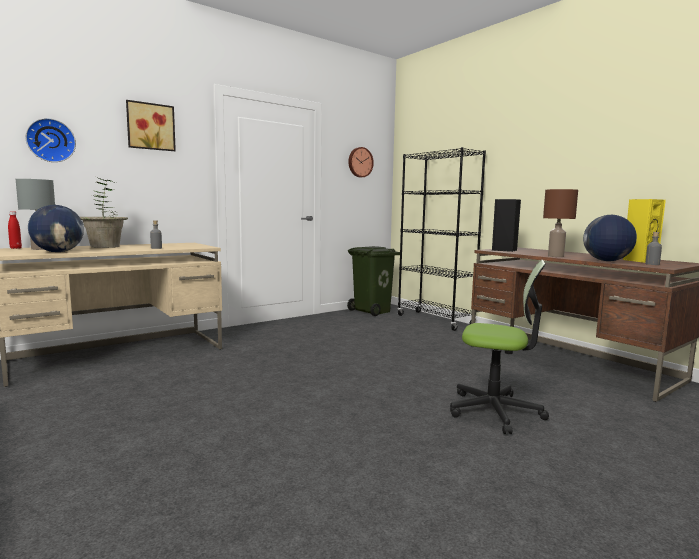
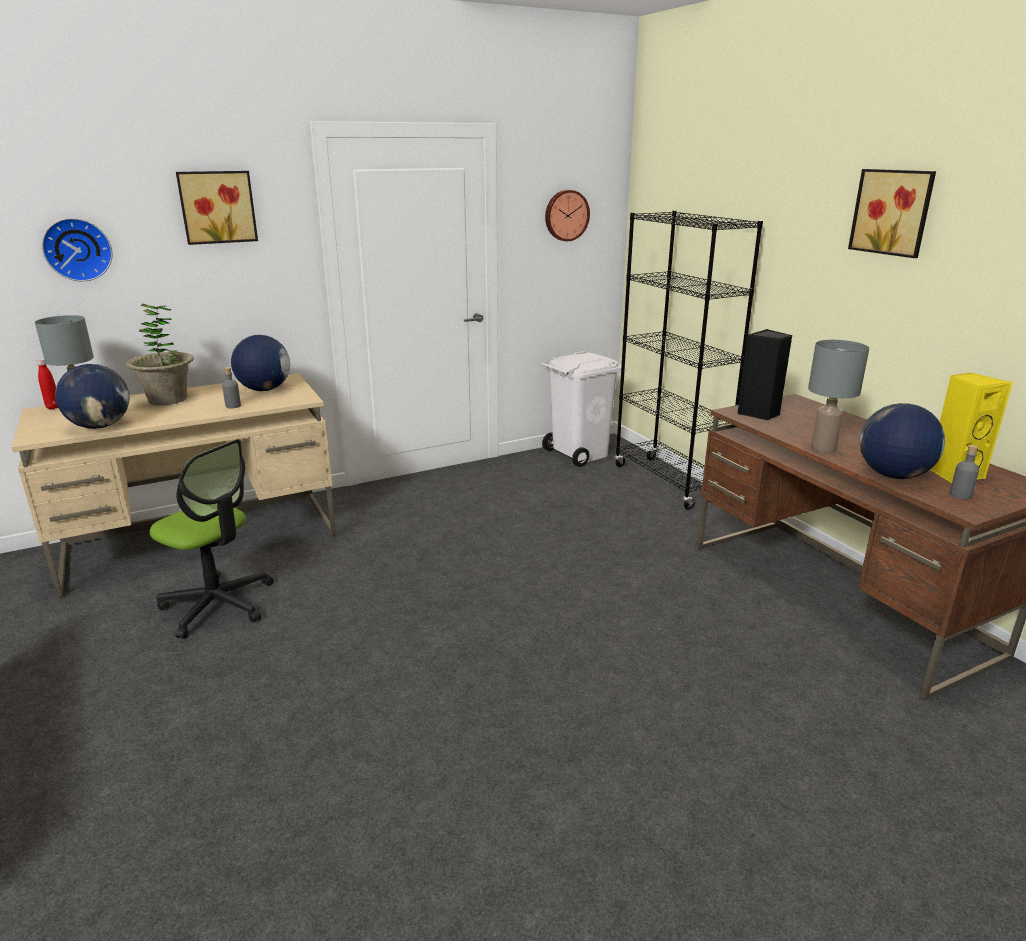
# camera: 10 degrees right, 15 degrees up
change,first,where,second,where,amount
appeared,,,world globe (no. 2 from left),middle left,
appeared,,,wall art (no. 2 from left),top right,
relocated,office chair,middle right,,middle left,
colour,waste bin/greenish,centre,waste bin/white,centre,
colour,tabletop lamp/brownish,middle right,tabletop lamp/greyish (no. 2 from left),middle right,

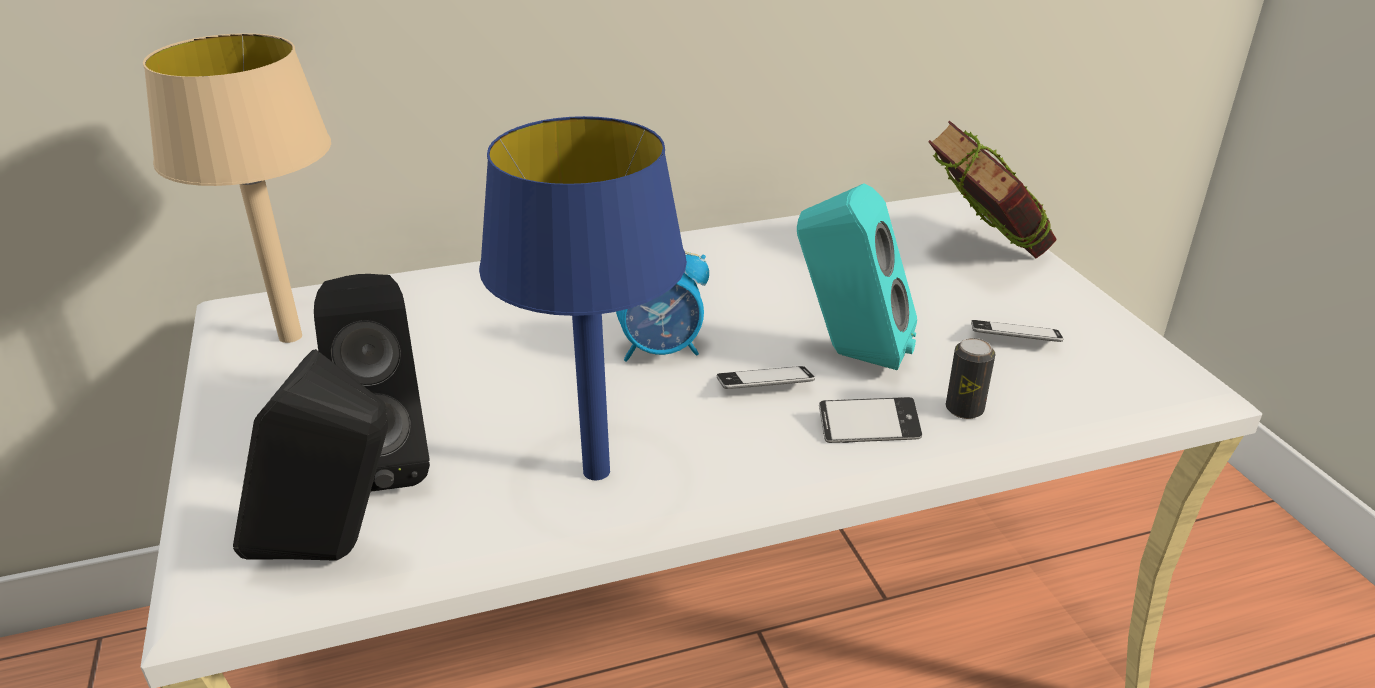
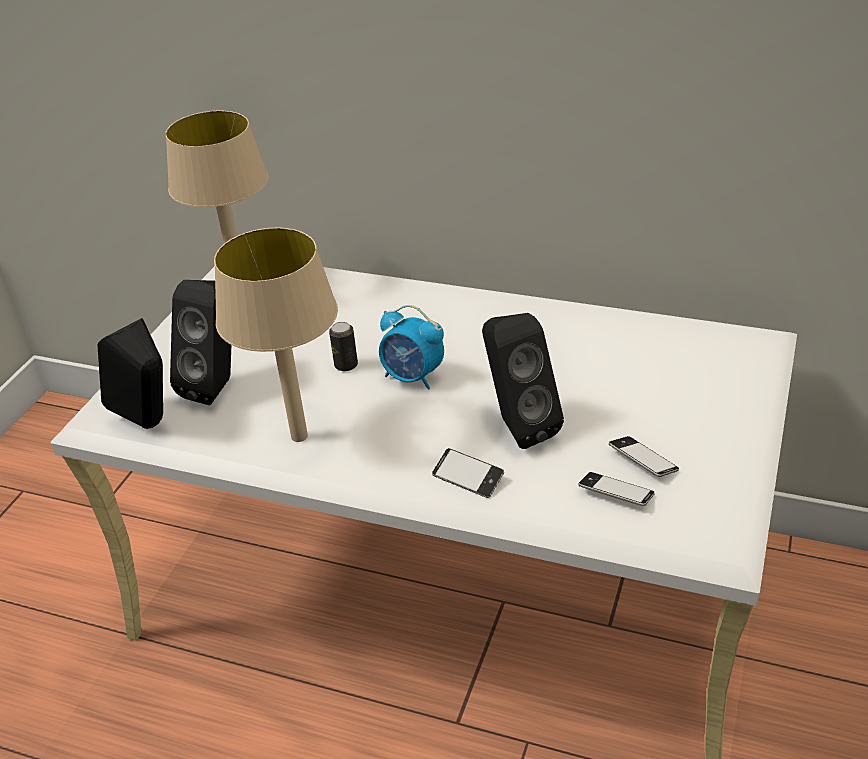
# camera: 40 degrees right, 5 degrees up
change,first,where,second,where,amount
missing,bound book,top right,,,
relocated,phone (no. 1 from left in the first image),centre,phone (no. 2 from left),middle right,
relocated,metal can,middle right,,centre,
colour,tabletop lamp/blue-coloured,centre,tabletop lamp/beige (no. 2 from left),middle left,
colour,loudspeaker/blue-green,centre,loudspeaker/black (no. 3 from left),centre,

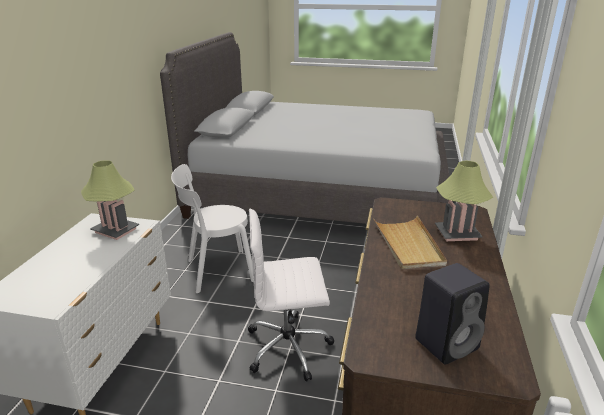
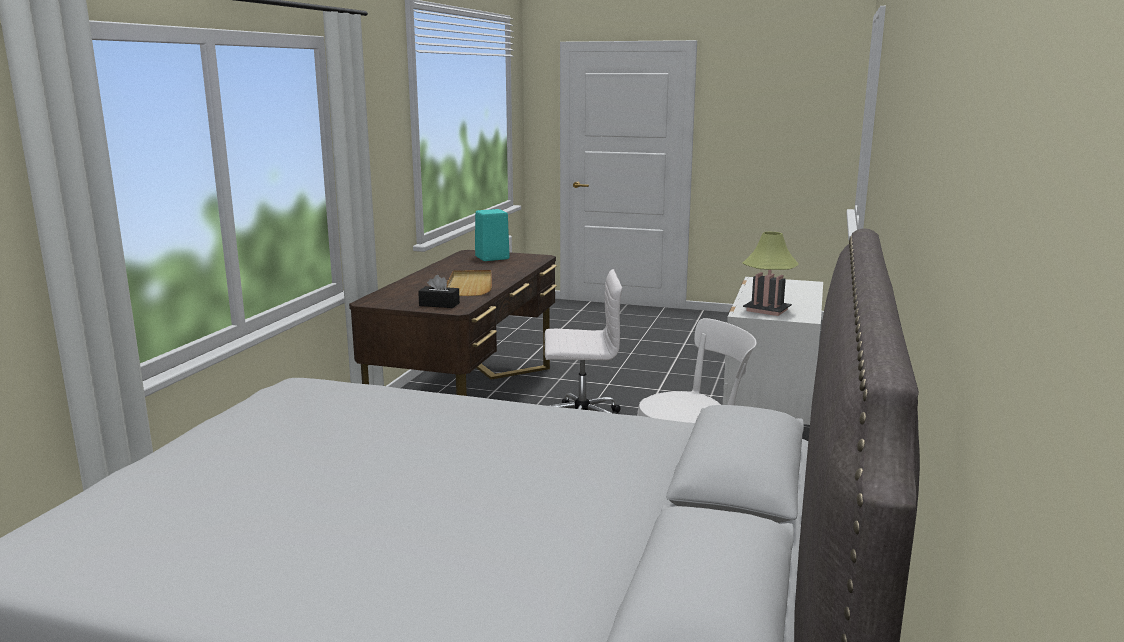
# camera: 175 degrees left, 10 degrees down
change,first,where,second,where,amount
missing,tabletop lamp (no. 2 from left),middle right,,,
appeared,,,tissue box/black,centre,
colour,loudspeaker/black,bottom right,loudspeaker/blue-green,centre,

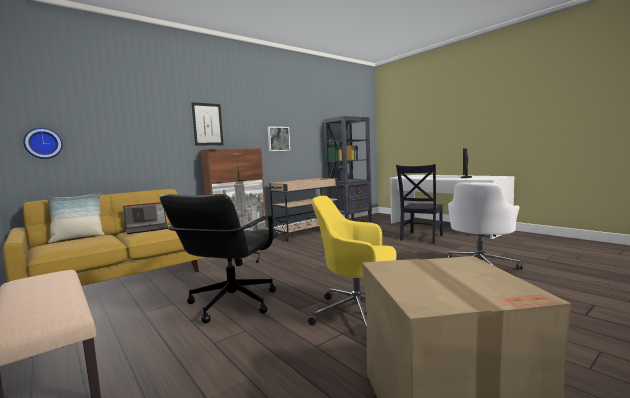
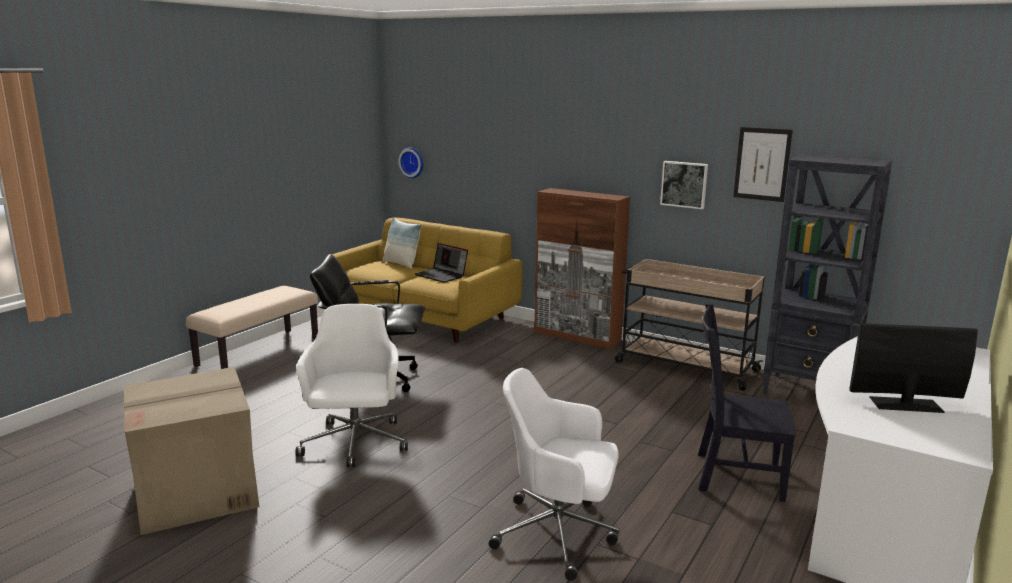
# camera: 70 degrees right, 10 degrees up
change,first,where,second,where,amount
relocated,wall art (no. 1 from left in the first image),top left,wall art (no. 2 from left),top right,
colour,office chair/yellow,centre,office chair/white (no. 1 from left),centre,

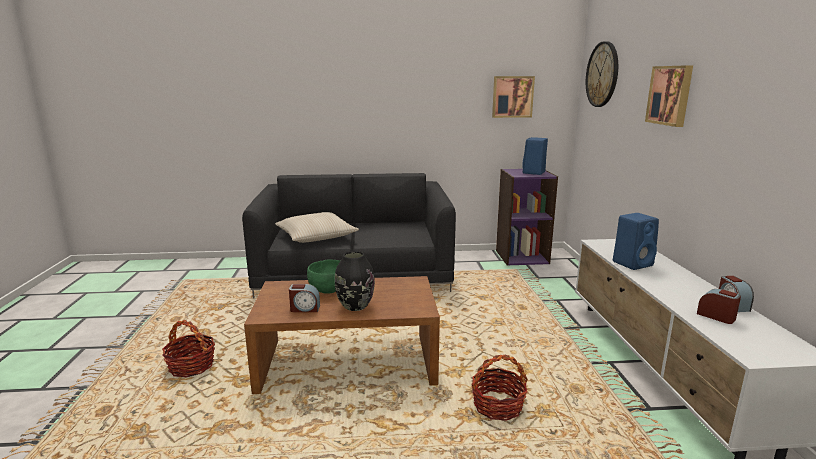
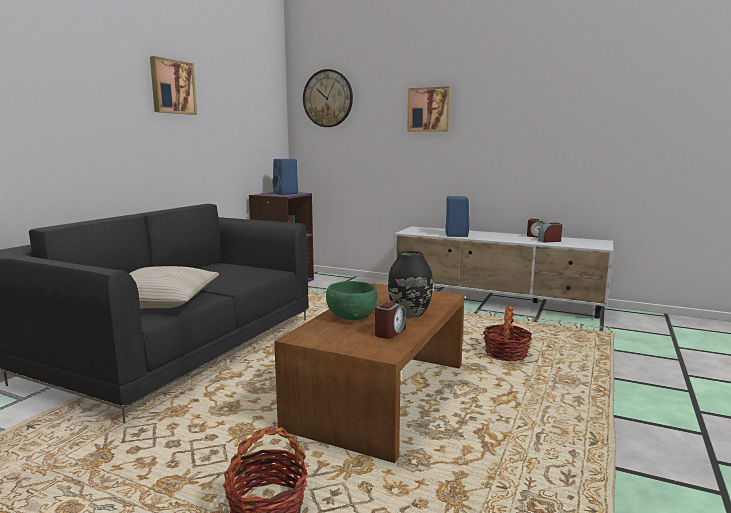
# camera: 60 degrees left, 5 degrees down
change,first,where,second,where,amount
relocated,wall art (no. 1 from left),top centre,,top left,

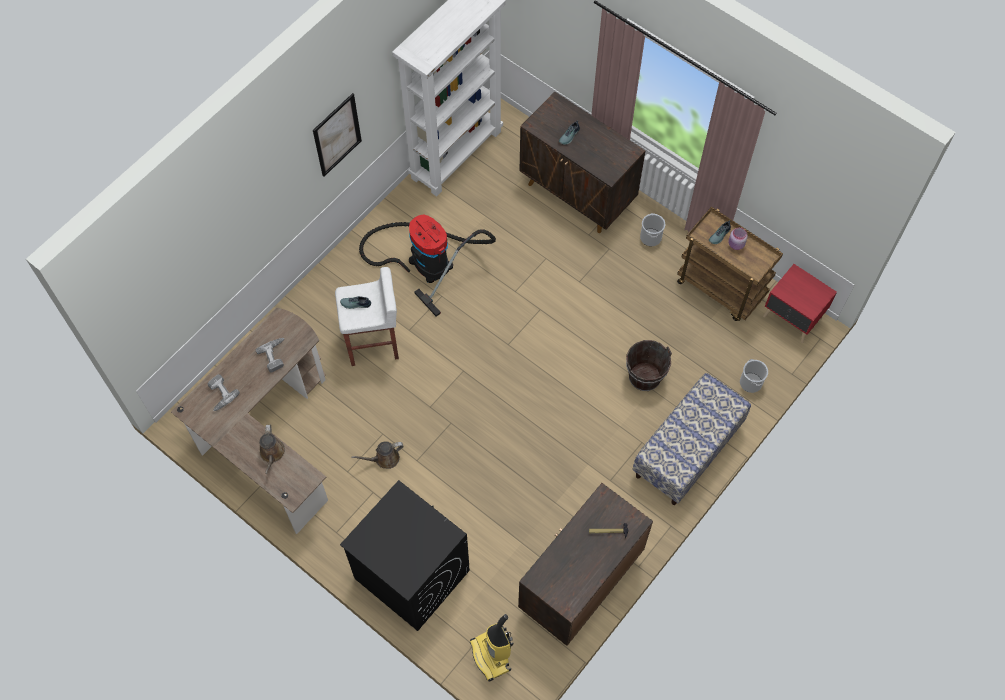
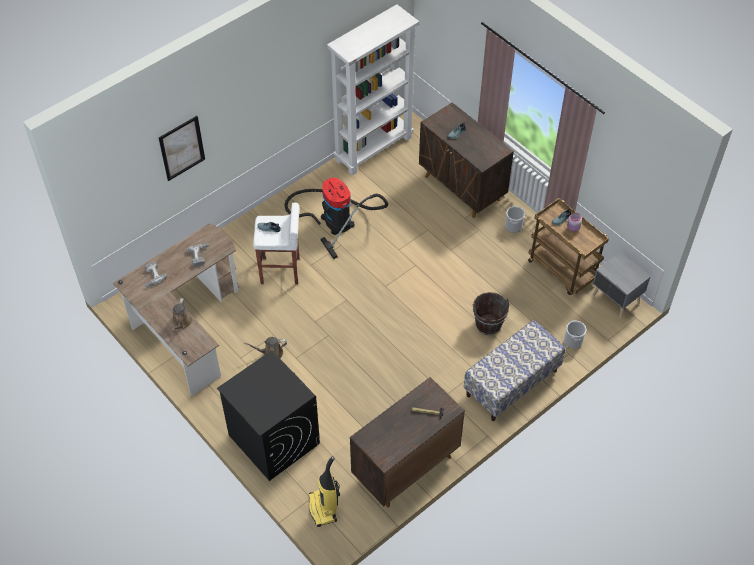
# camera: 10 degrees right, 10 degrees down
change,first,where,second,where,amount
relocated,wall art,top centre,,top left,
colour,night table/reddish,middle right,night table/greyish,middle right,

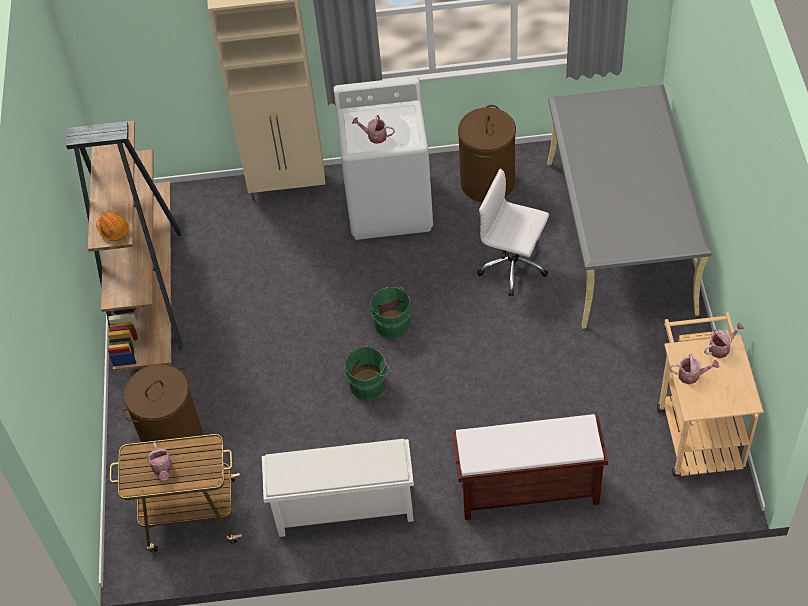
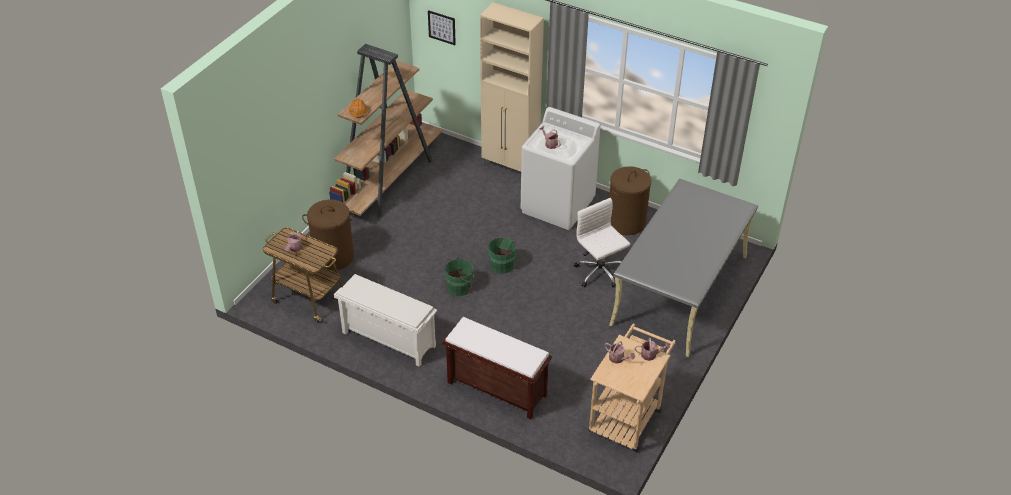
# camera: 30 degrees right, 10 degrees down
change,first,where,second,where,amount
appeared,,,wall art,top centre,

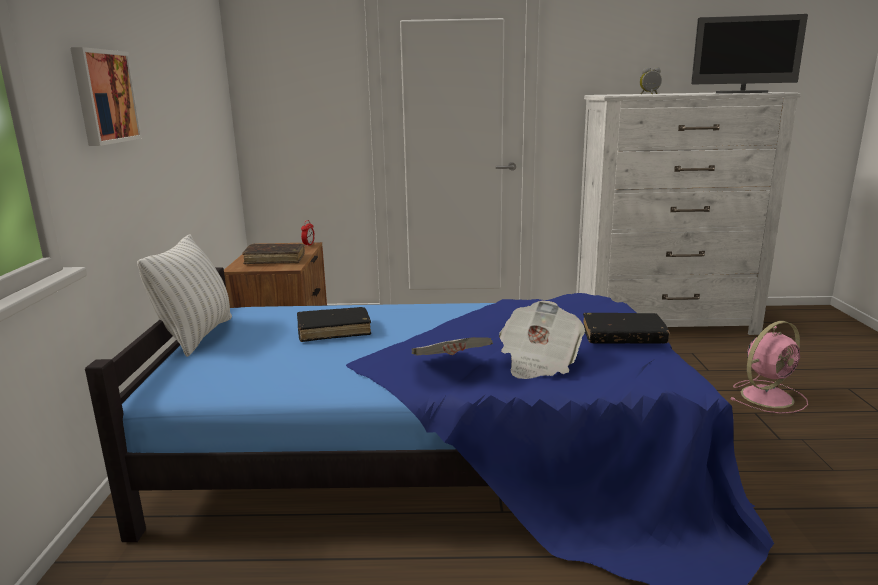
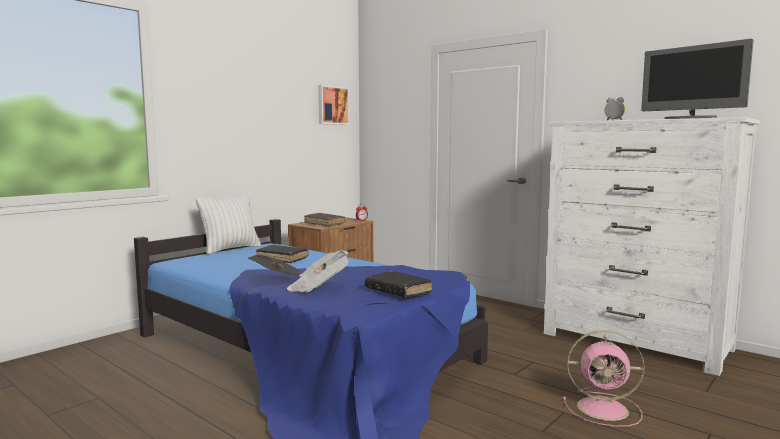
# camera: 40 degrees right, 10 degrees down
change,first,where,second,where,amount
relocated,wall art,top left,,top centre,

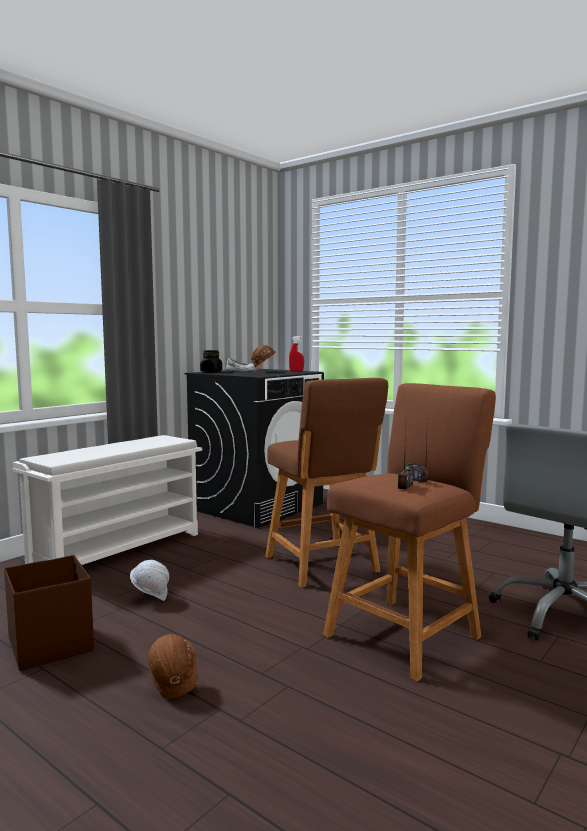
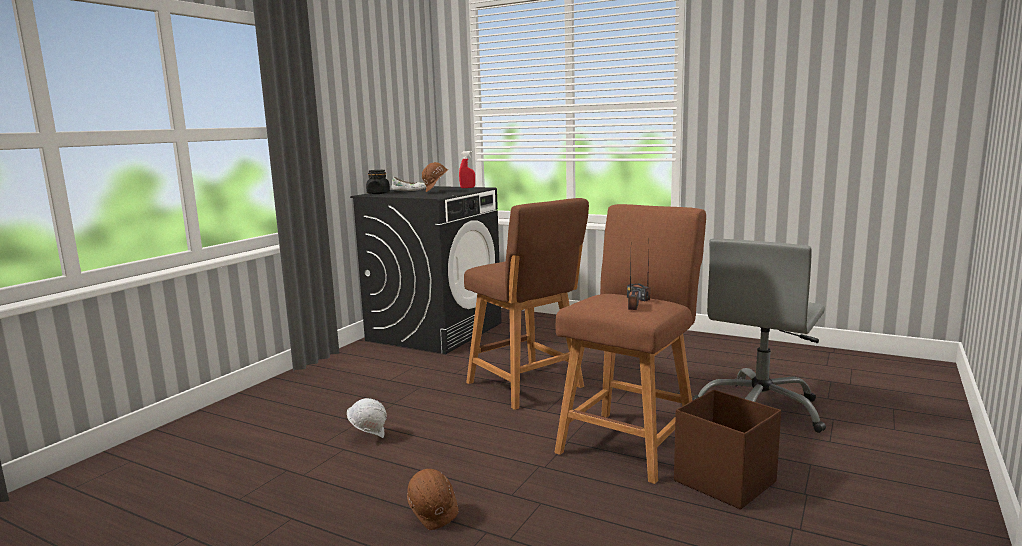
# camera: 10 degrees left, 5 degrees up
change,first,where,second,where,amount
missing,shoe rack/white,middle left,,,
relocated,storage bin/brownish,bottom left,,bottom right,

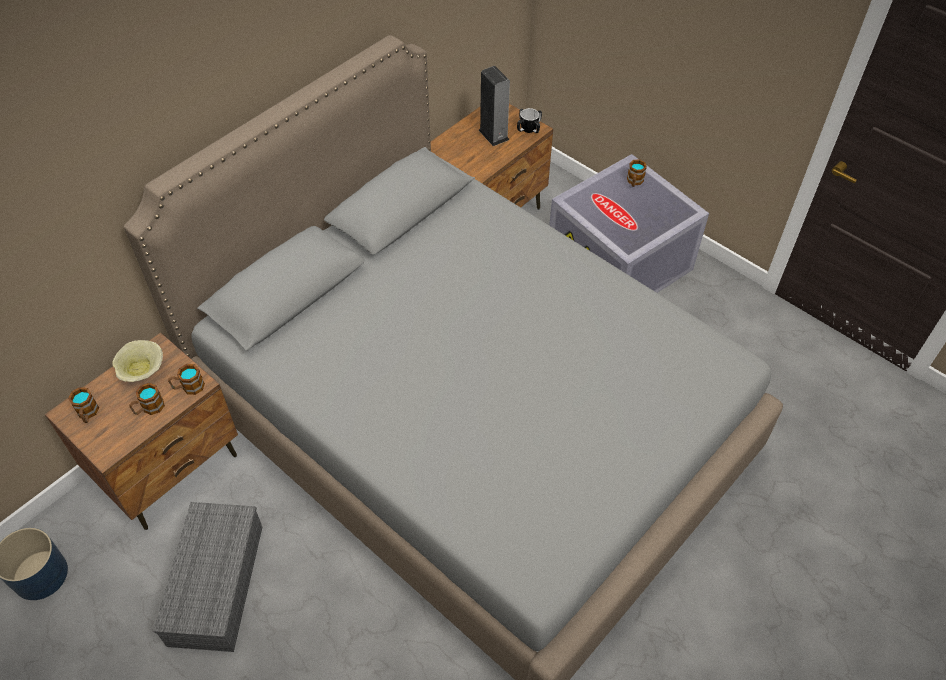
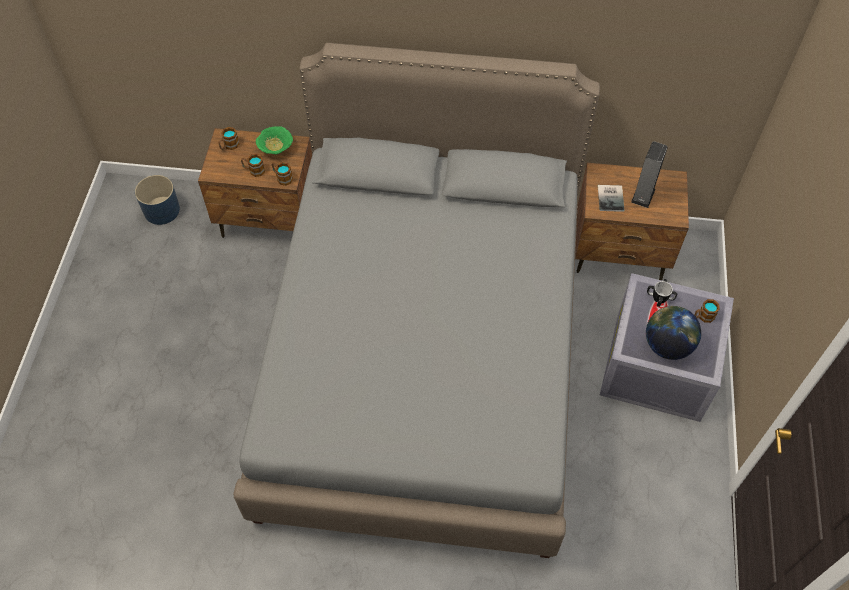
# camera: 55 degrees right, 5 degrees up
change,first,where,second,where,amount
missing,storage bin/greyish (no. 1 from left),bottom left,,,
appeared,,,bound book,middle right,
appeared,,,world globe,middle right,
relocated,mug (no. 4 from left),top centre,,middle right,
colour,serving bowl/beige,middle left,serving bowl/greenish,top left,

